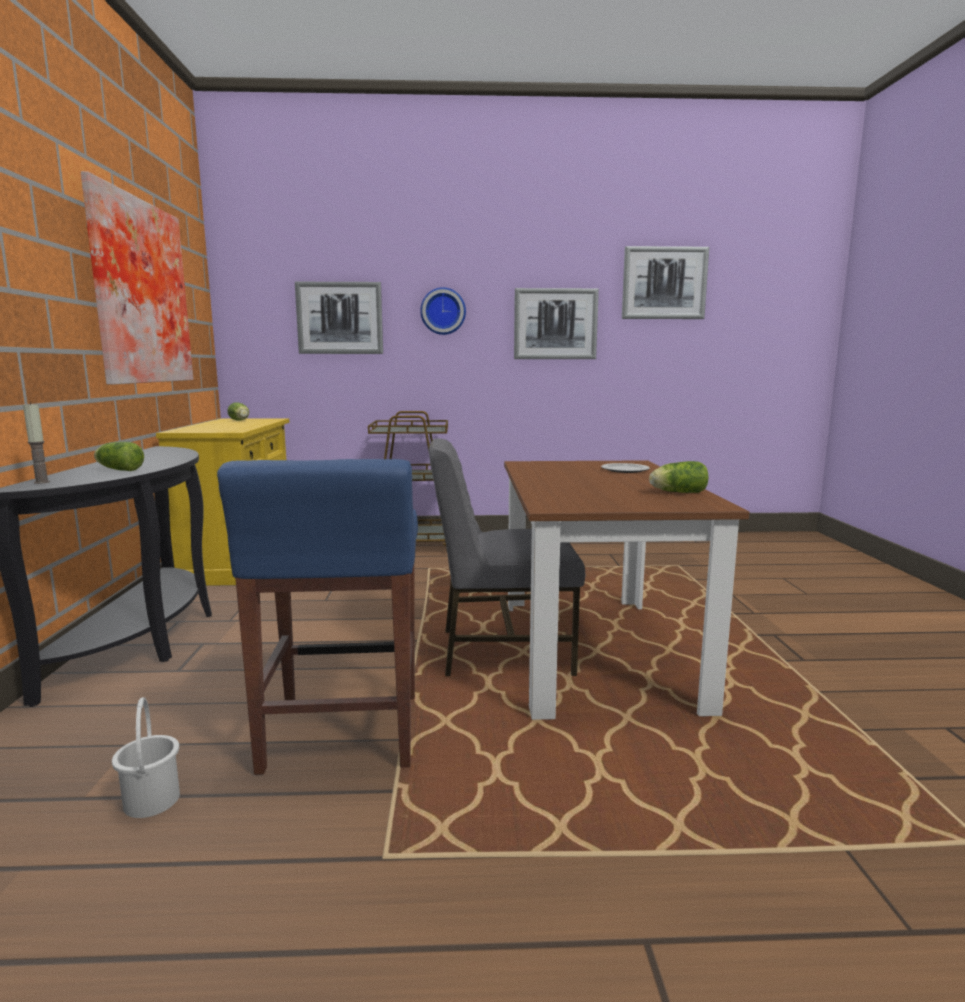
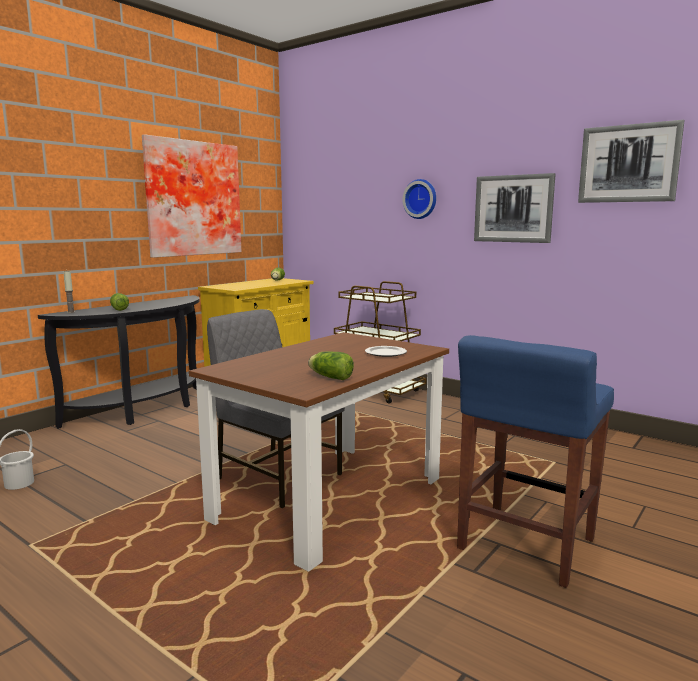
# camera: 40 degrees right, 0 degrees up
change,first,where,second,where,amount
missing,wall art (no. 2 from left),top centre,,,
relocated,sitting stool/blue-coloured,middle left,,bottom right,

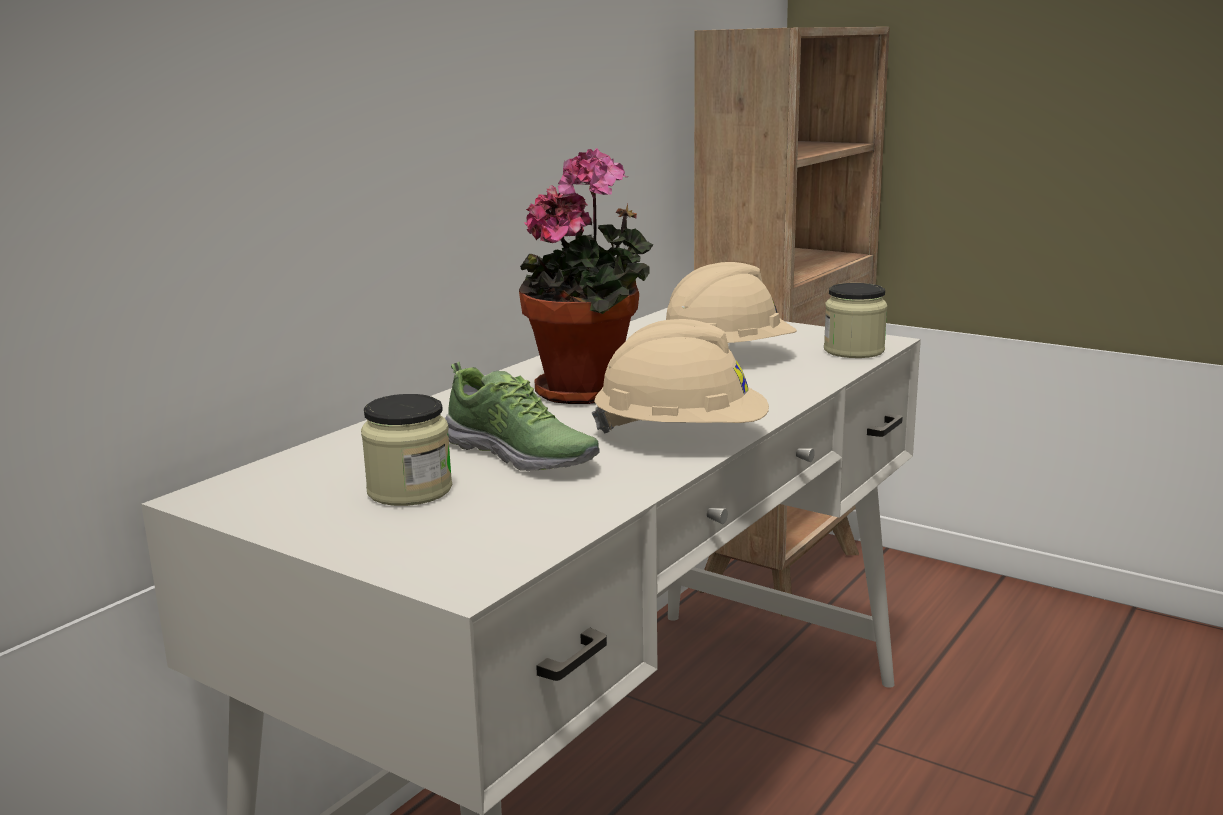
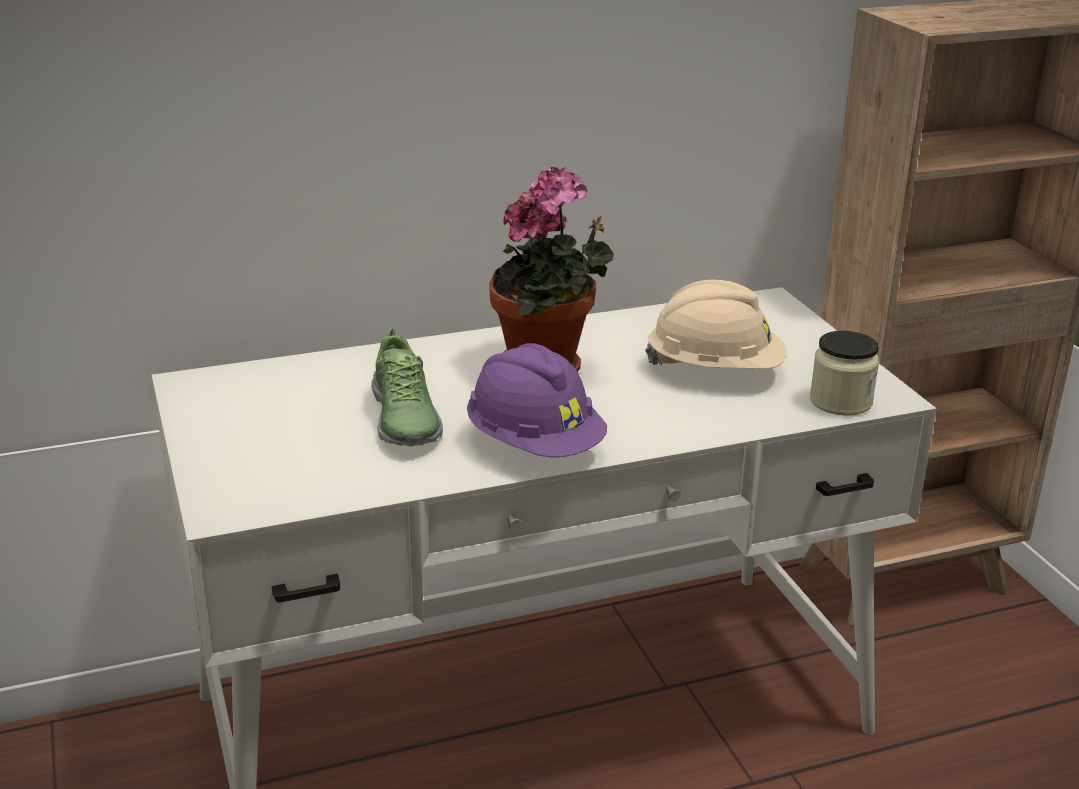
# camera: 35 degrees right, 10 degrees up
change,first,where,second,where,amount
missing,preserve jar (no. 1 from left),middle left,,,
colour,hard hat/beige (no. 1 from left),centre,hard hat/purple,centre,

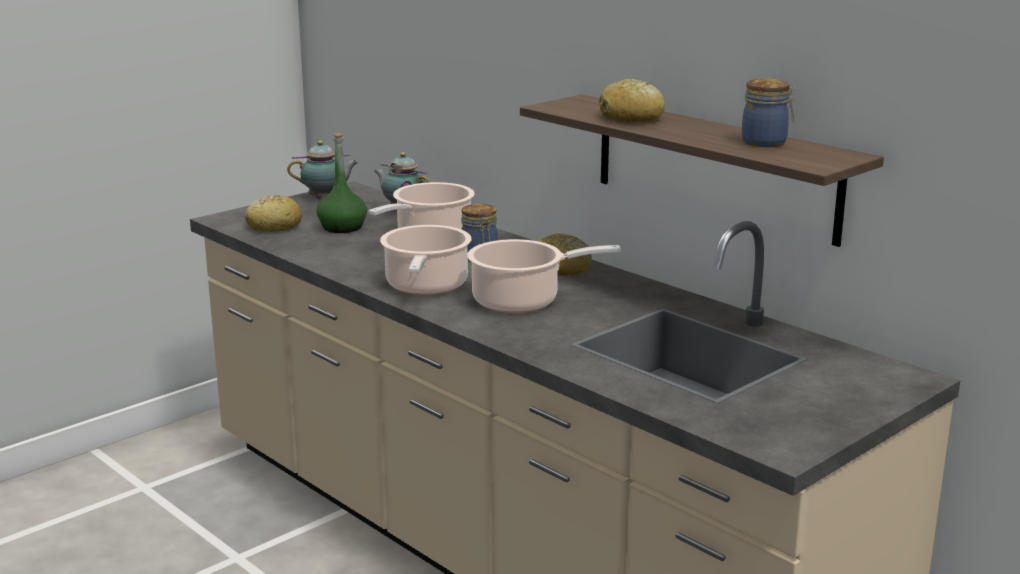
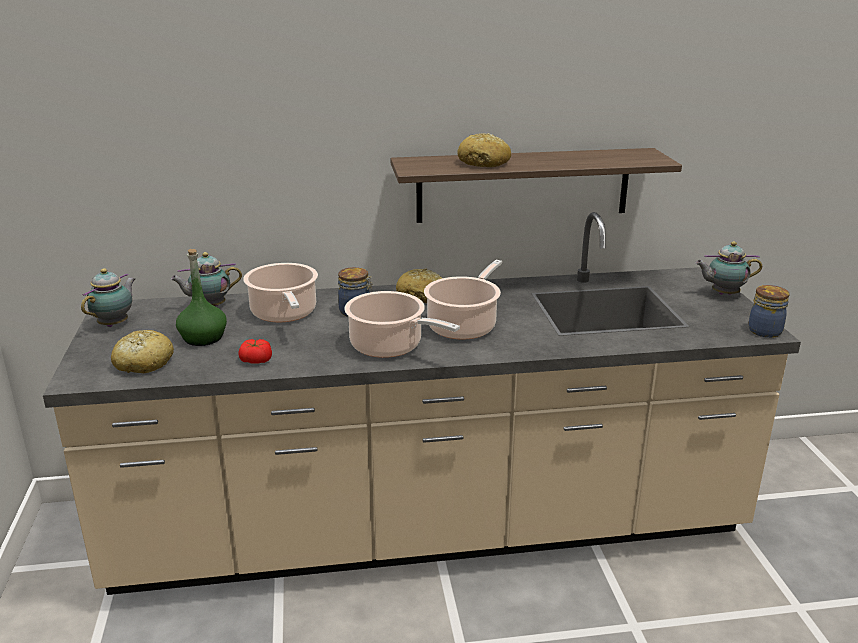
# camera: 55 degrees left, 5 degrees up
change,first,where,second,where,amount
appeared,,,tomato,middle left,
appeared,,,pot for tea (no. 3 from left),middle right,
relocated,preserve jar (no. 2 from left),top right,,middle right,

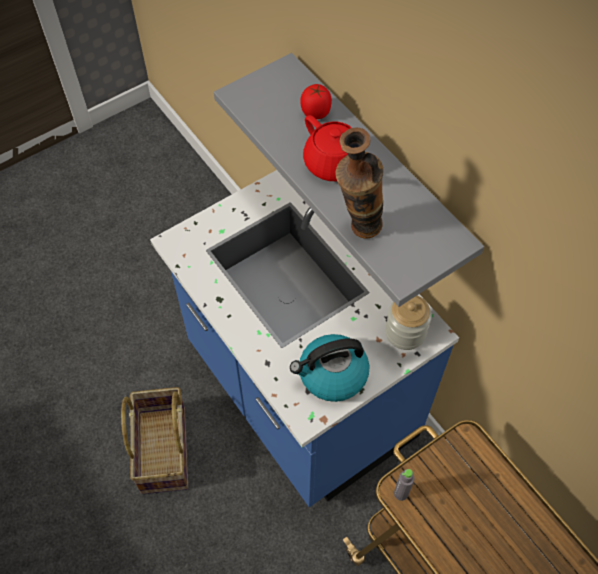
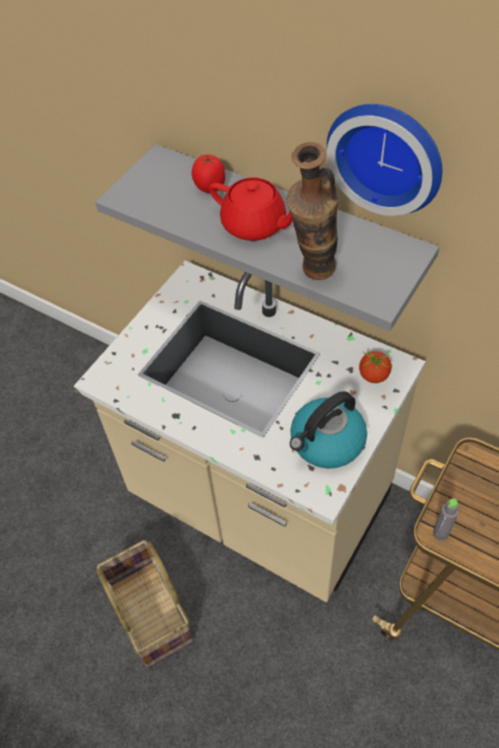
# camera: 20 degrees left, 5 degrees down
change,first,where,second,where,amount
appeared,,,hanging clock,top right,
exchanged,preserve jar,middle right,tomato (no. 2 from left),middle right,
colour,kitchen base unit/blue-coloured,centre,kitchen base unit/beige,centre,

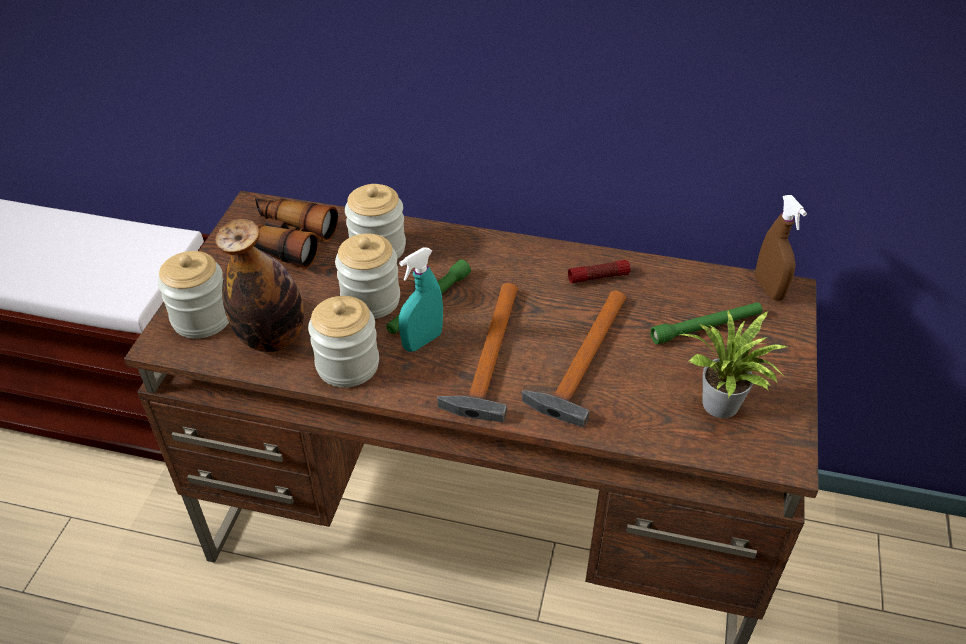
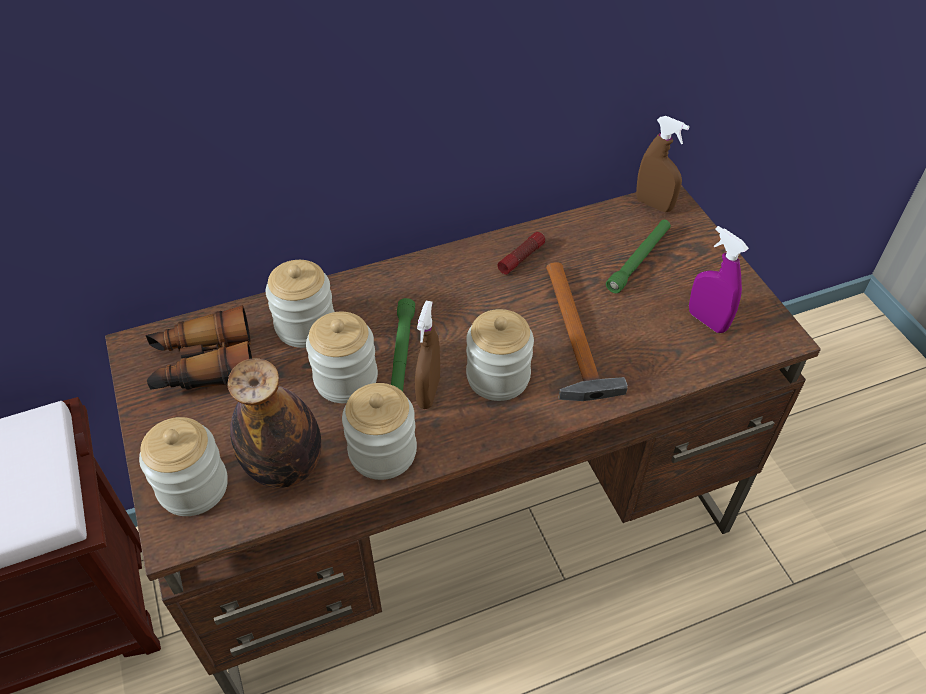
# camera: 35 degrees left, 5 degrees up
change,first,where,second,where,amount
exchanged,hammer (no. 1 from left),centre,preserve jar (no. 5 from left),centre,
exchanged,houseplant,middle right,spray bottle/purple,middle right,
colour,spray bottle/blue-green,centre,spray bottle/brownish (no. 1 from left),centre,

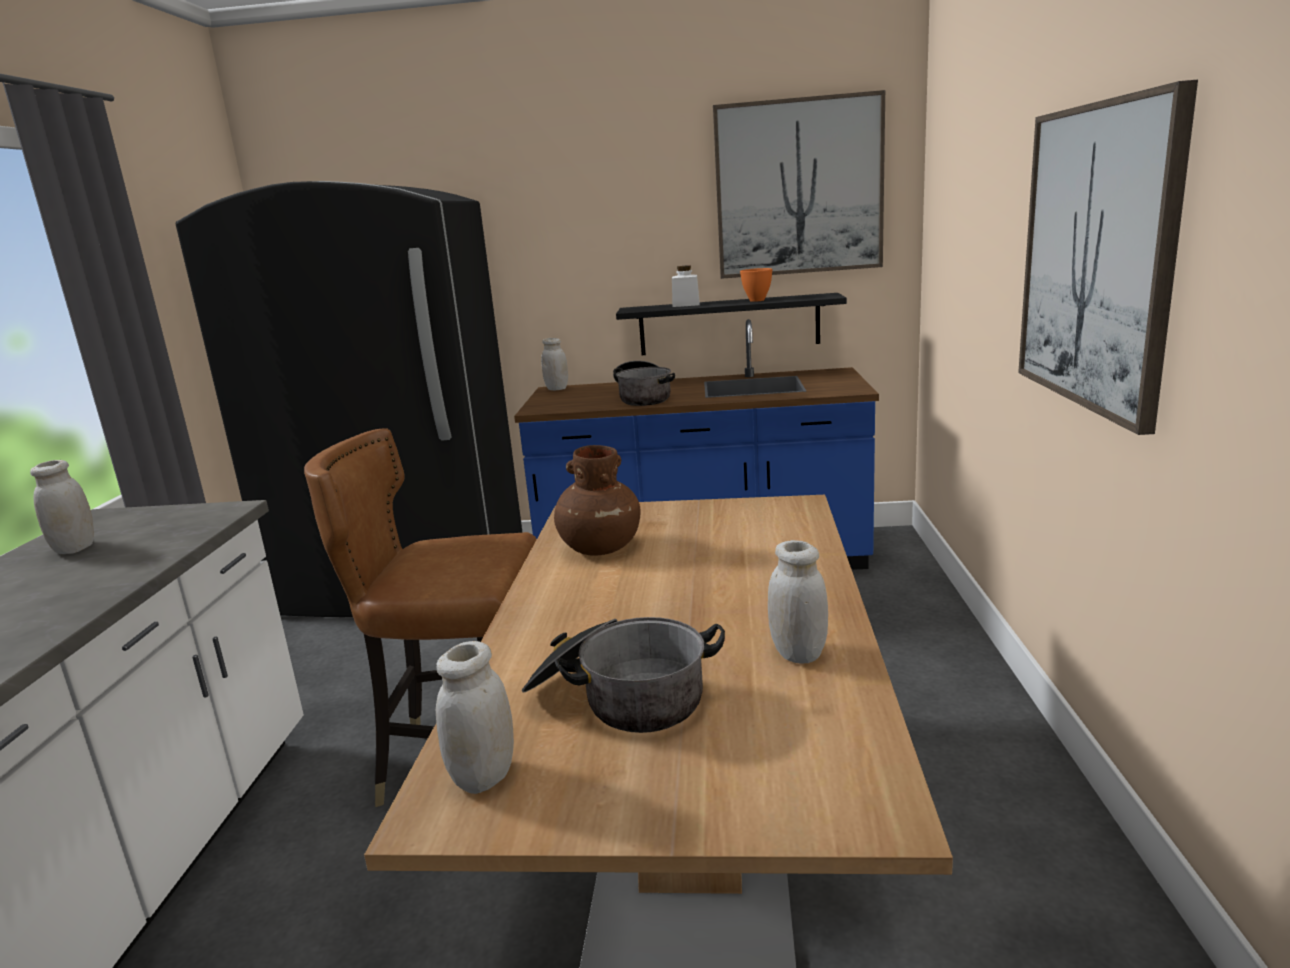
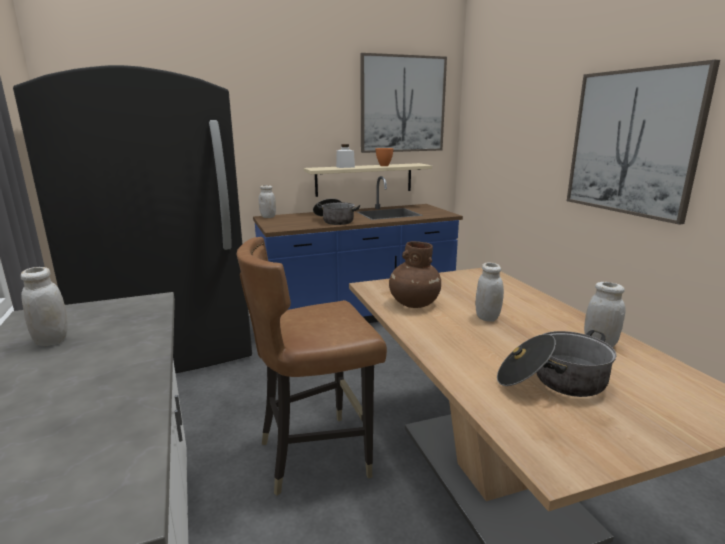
# camera: 25 degrees left, 0 degrees up
change,first,where,second,where,amount
relocated,preserve jar/white (no. 2 from left in the first image),bottom centre,preserve jar/white (no. 4 from left),middle right,
colour,shelf/black,centre,shelf/beige,top centre,

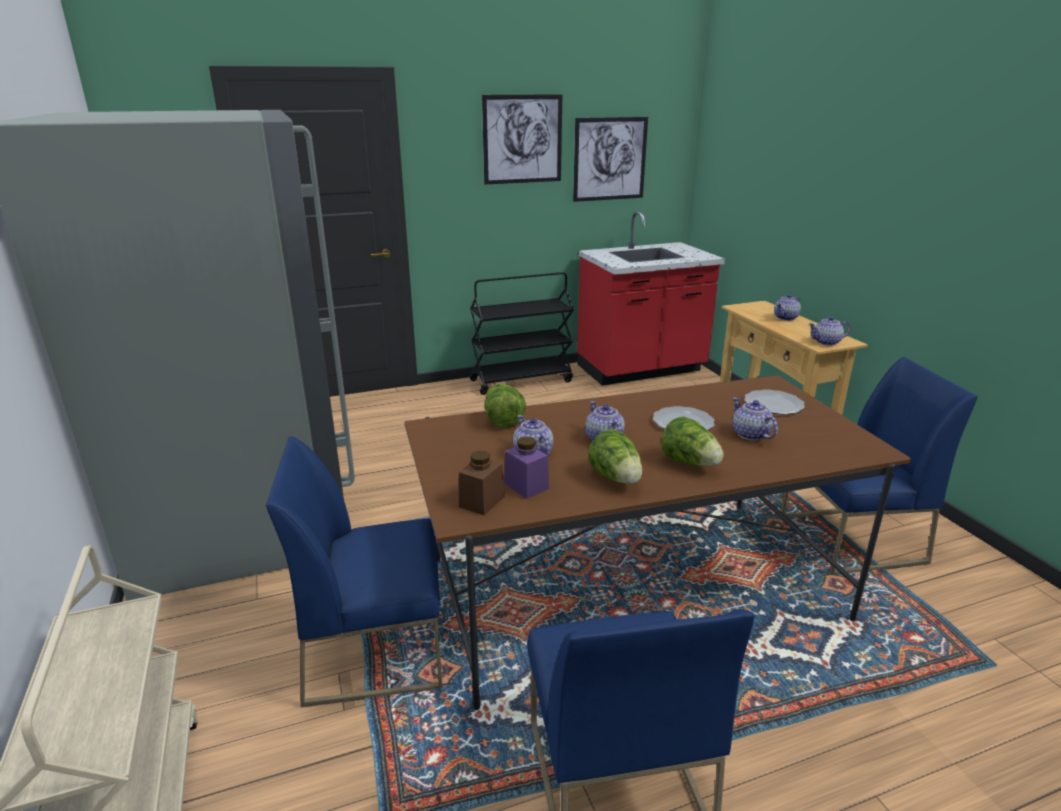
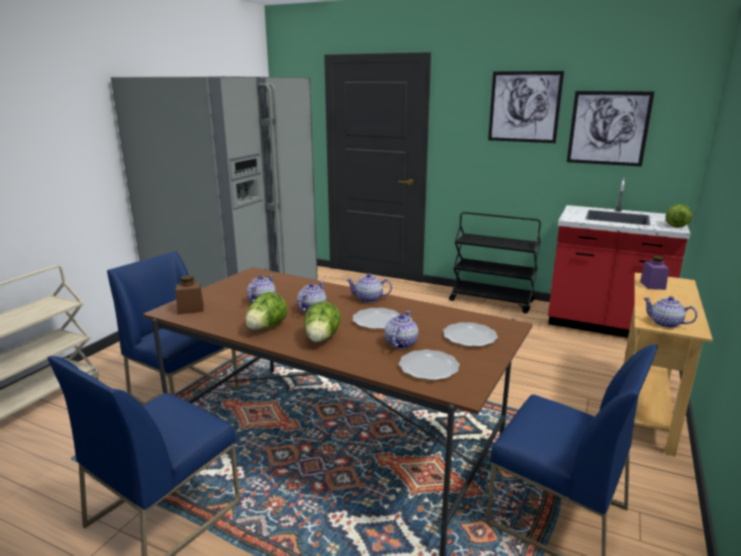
# camera: 45 degrees right, 5 degrees down
change,first,where,second,where,amount
appeared,,,plate (no. 2 from left),centre,
relocated,lettuce head (no. 1 from left in the first image),centre,lettuce head (no. 3 from left),middle right,
relocated,preserve jar/purple,centre,,middle right,
relocated,pot for tea (no. 4 from left in the first image),middle right,pot for tea (no. 3 from left),centre,

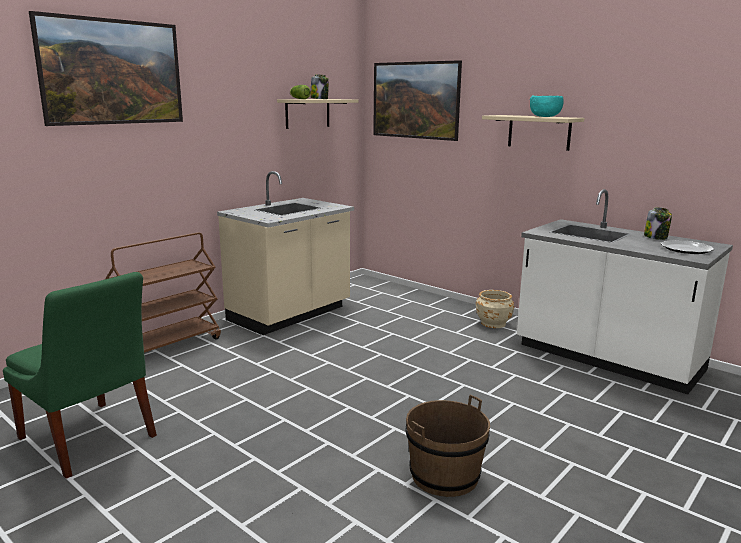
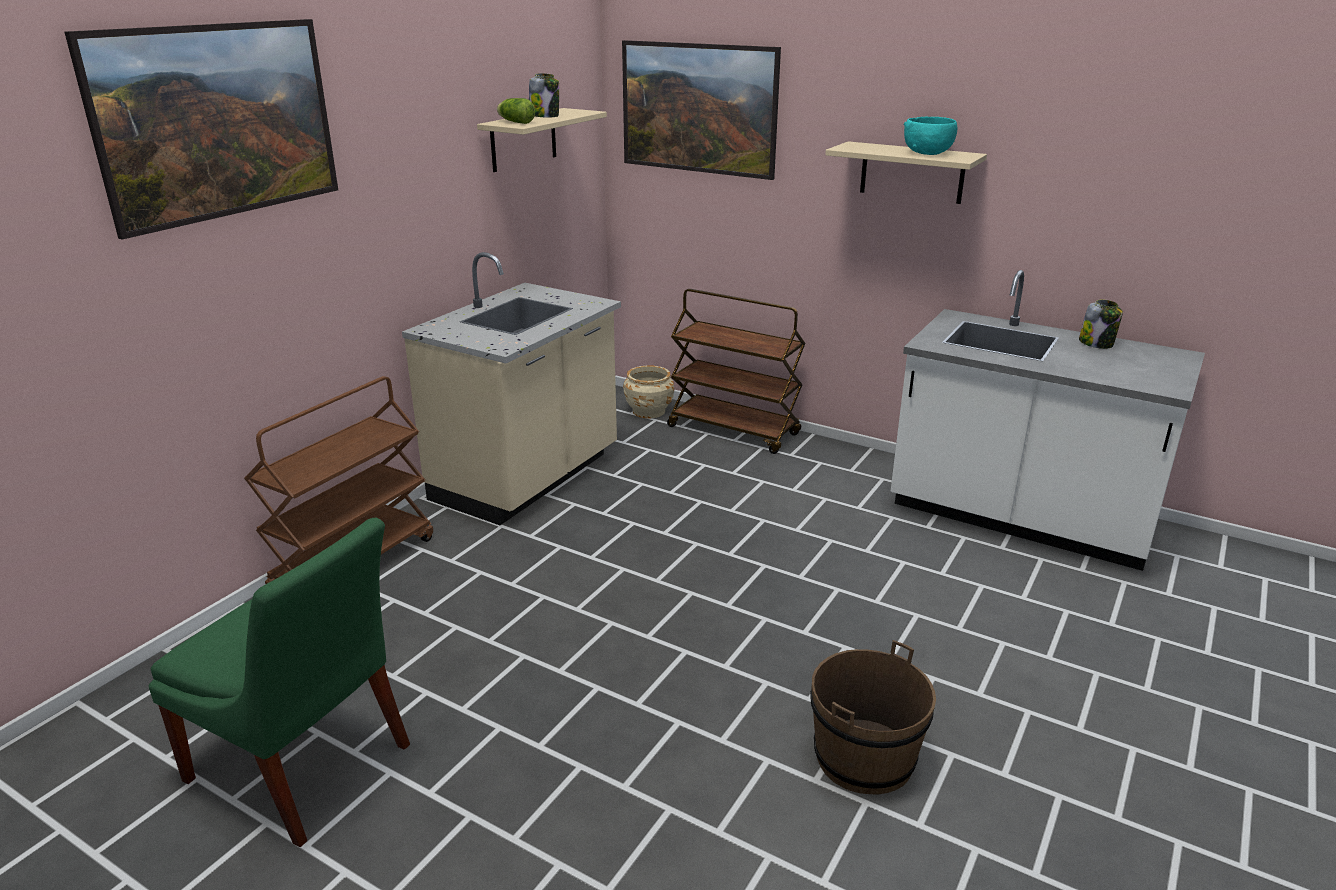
# camera: 10 degrees left, 10 degrees up
change,first,where,second,where,amount
missing,plate,middle right,,,
appeared,,,cart/brownish (no. 2 from left),centre,
relocated,plant pot/beige,middle right,,centre,

